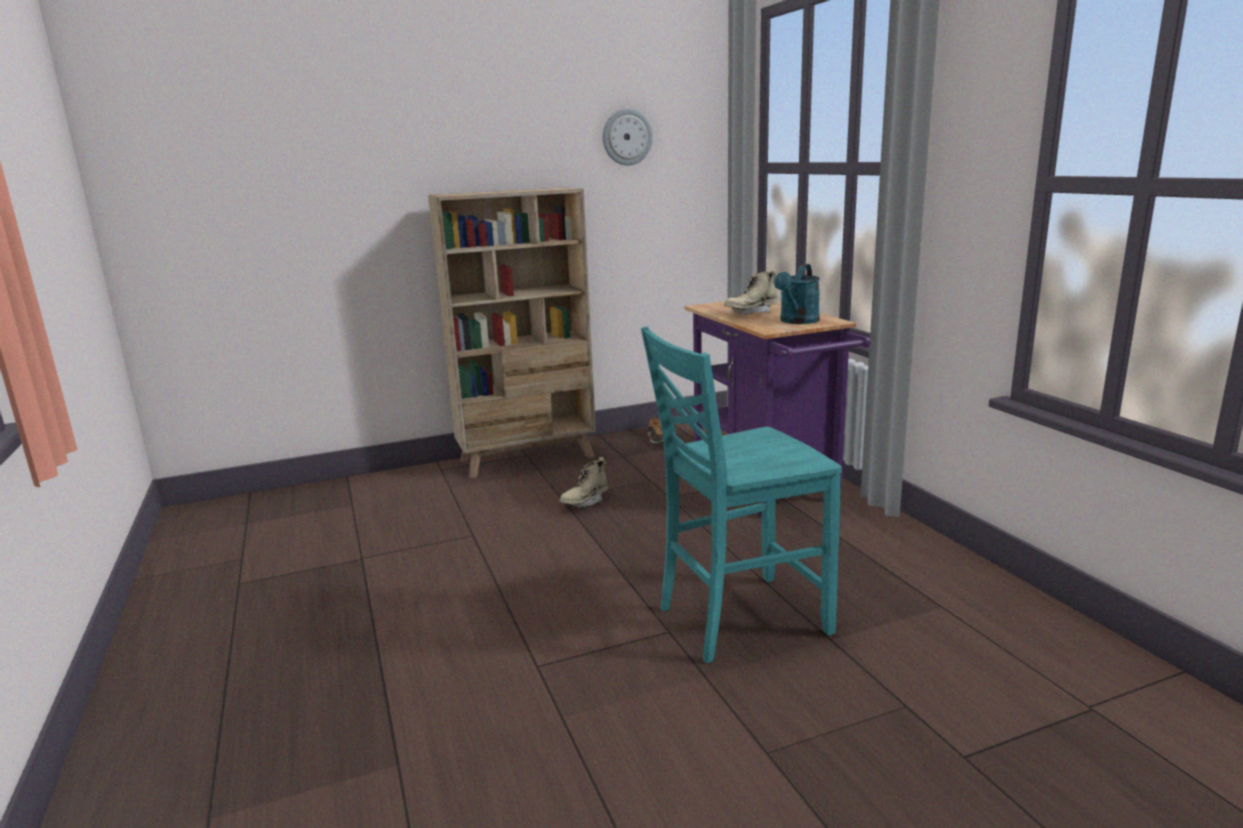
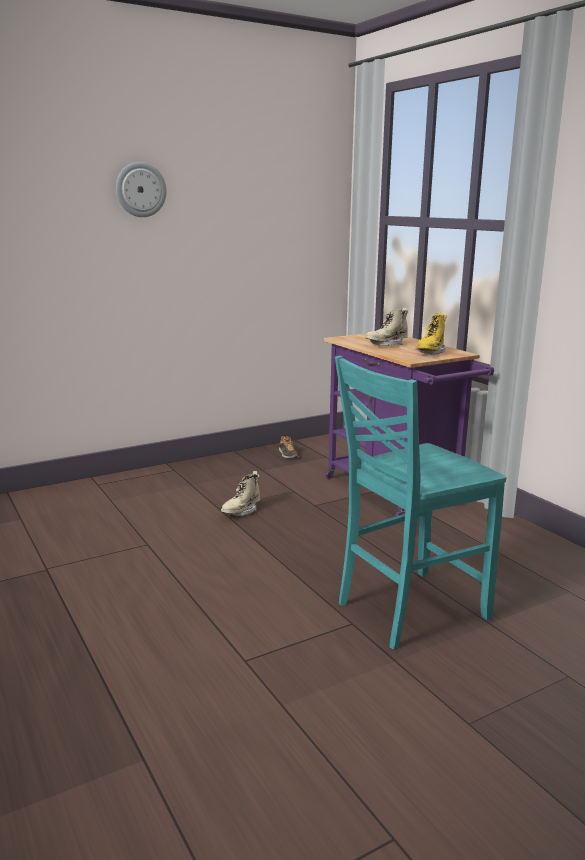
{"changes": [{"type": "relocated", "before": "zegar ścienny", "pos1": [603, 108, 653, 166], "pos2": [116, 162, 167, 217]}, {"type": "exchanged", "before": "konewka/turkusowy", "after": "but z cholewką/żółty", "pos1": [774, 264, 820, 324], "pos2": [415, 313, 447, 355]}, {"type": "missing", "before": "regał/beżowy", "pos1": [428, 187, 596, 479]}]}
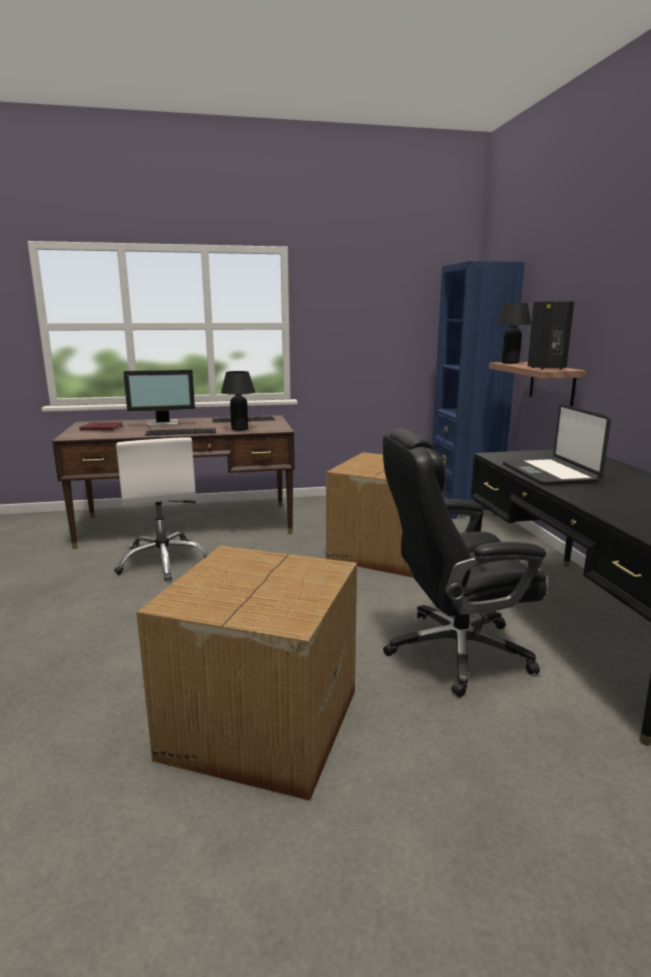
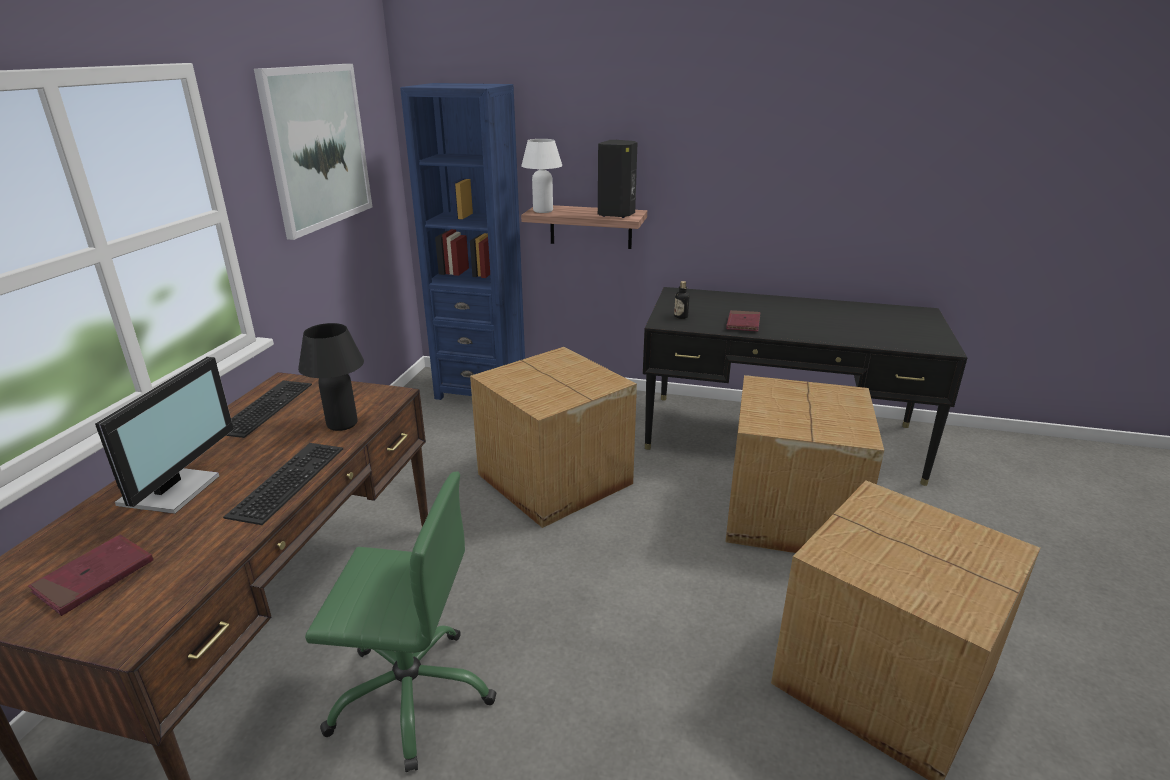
{"changes": [{"type": "appeared", "after": "obraz", "pos2": [254, 64, 372, 240]}, {"type": "colour", "before": "krzesło biurowe/biały", "after": "krzesło biurowe/zielony", "pos1": [114, 437, 209, 581], "pos2": [305, 471, 496, 772]}, {"type": "colour", "before": "lampa stołowa/czarny", "after": "lampa stołowa/biały", "pos1": [496, 303, 532, 364], "pos2": [521, 139, 562, 213]}, {"type": "appeared", "after": "butelka", "pos2": [674, 281, 690, 319]}, {"type": "exchanged", "before": "laptop", "after": "książka/czerwony", "pos1": [503, 404, 611, 485], "pos2": [726, 310, 761, 331]}, {"type": "exchanged", "before": "krzesło biurowe/czarny", "after": "karton", "pos1": [383, 428, 547, 697], "pos2": [726, 375, 884, 553]}]}
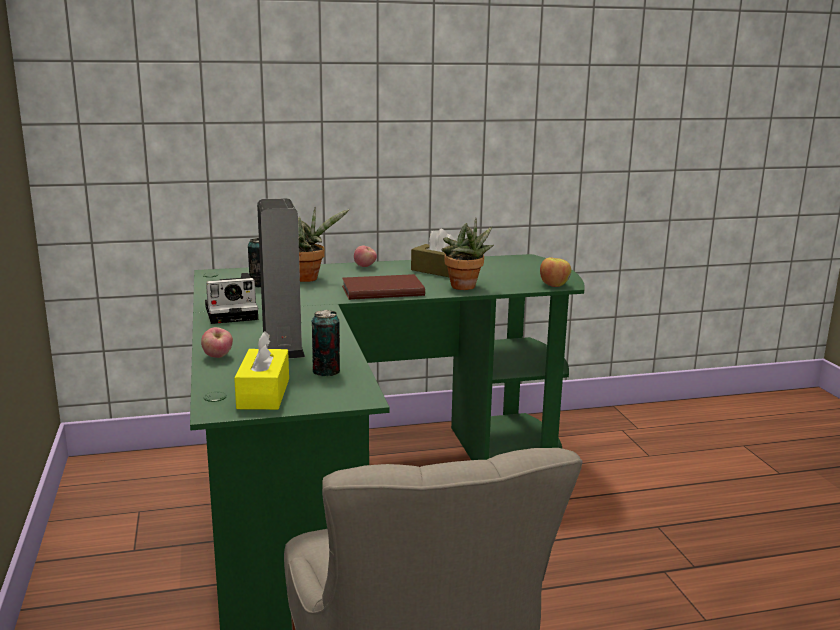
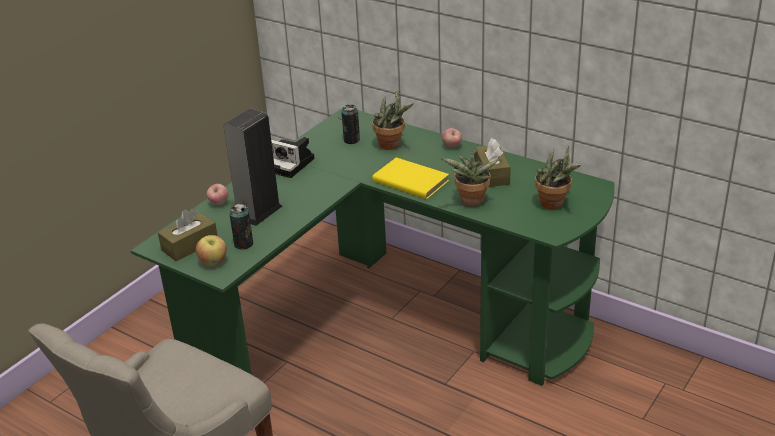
{"changes": [{"type": "colour", "before": "pudełko chusteczek/żółty", "after": "pudełko chusteczek/brązowy", "pos1": [234, 331, 289, 410], "pos2": [158, 209, 217, 261]}, {"type": "relocated", "before": "jabłko", "pos1": [540, 257, 571, 287], "pos2": [196, 235, 227, 266]}, {"type": "colour", "before": "książka/brązowy", "after": "książka/żółty", "pos1": [342, 274, 425, 300], "pos2": [372, 157, 449, 199]}, {"type": "appeared", "after": "roślina doniczkowa", "pos2": [535, 145, 581, 209]}]}
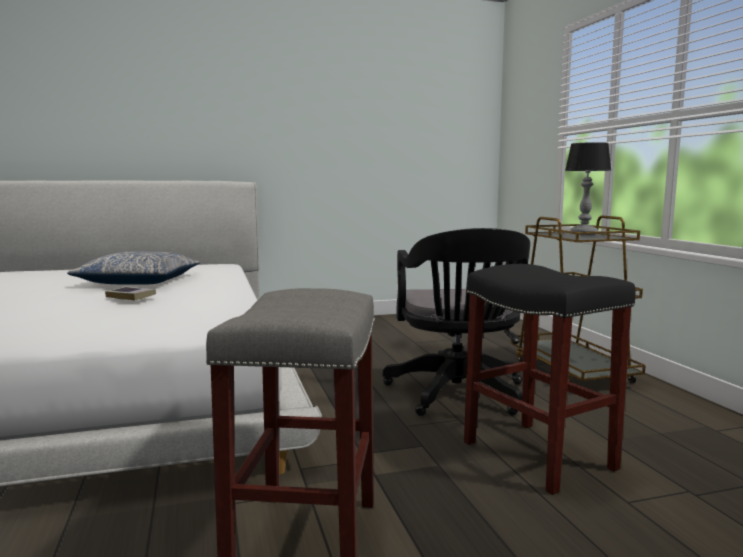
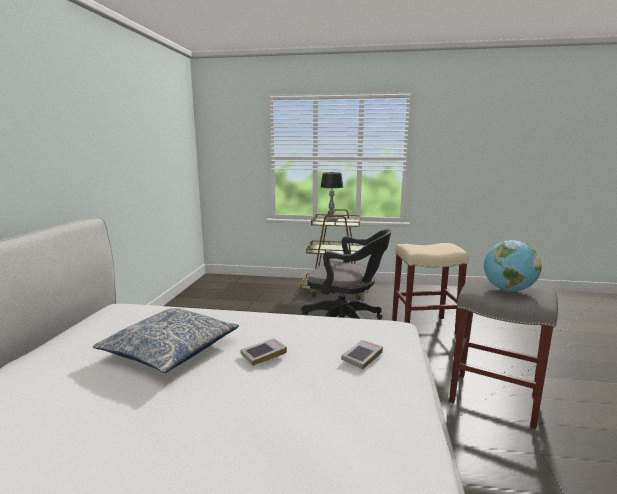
{"changes": [{"type": "appeared", "after": "książka", "pos2": [341, 340, 383, 370]}, {"type": "colour", "before": "stołek/czarny", "after": "stołek/beżowy", "pos1": [464, 264, 635, 495], "pos2": [392, 243, 469, 334]}, {"type": "appeared", "after": "globus", "pos2": [484, 240, 542, 291]}]}
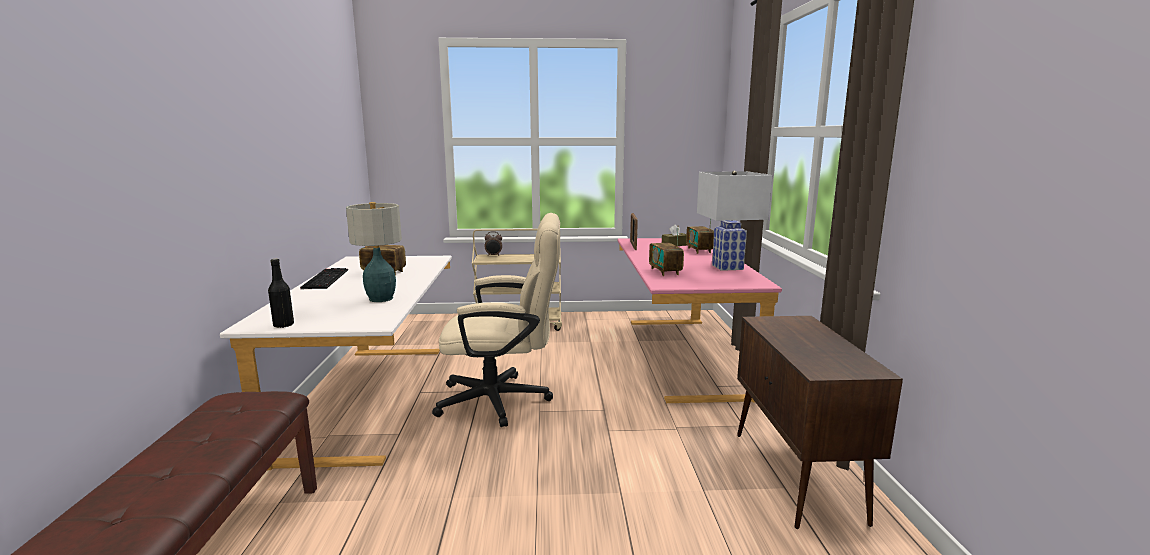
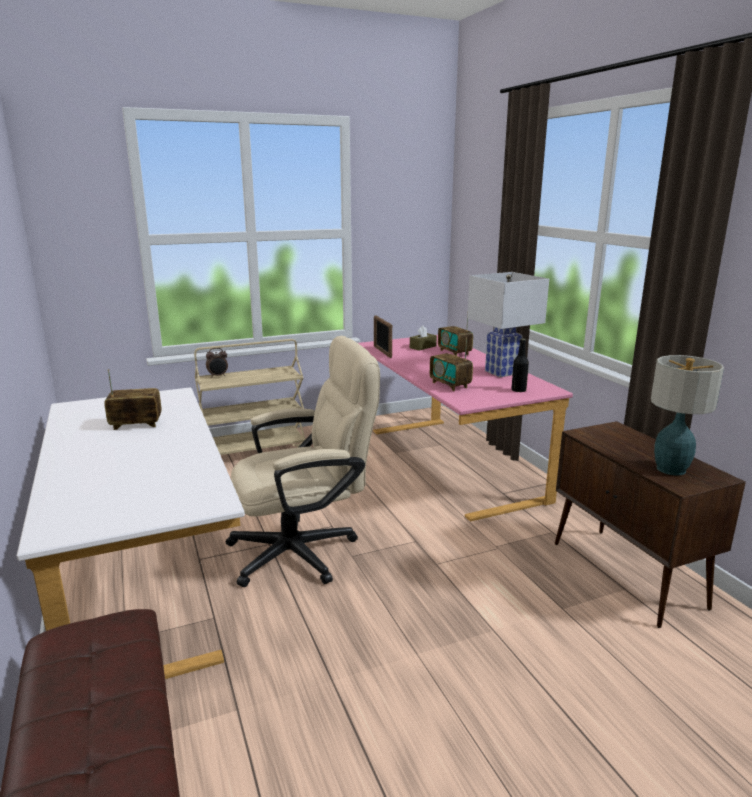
{"changes": [{"type": "relocated", "before": "butelka/czarny", "pos1": [268, 259, 294, 328], "pos2": [511, 338, 529, 393]}, {"type": "relocated", "before": "lampa stołowa", "pos1": [346, 202, 402, 302], "pos2": [651, 355, 724, 476]}, {"type": "missing", "before": "klawiatura", "pos1": [300, 268, 348, 289]}]}
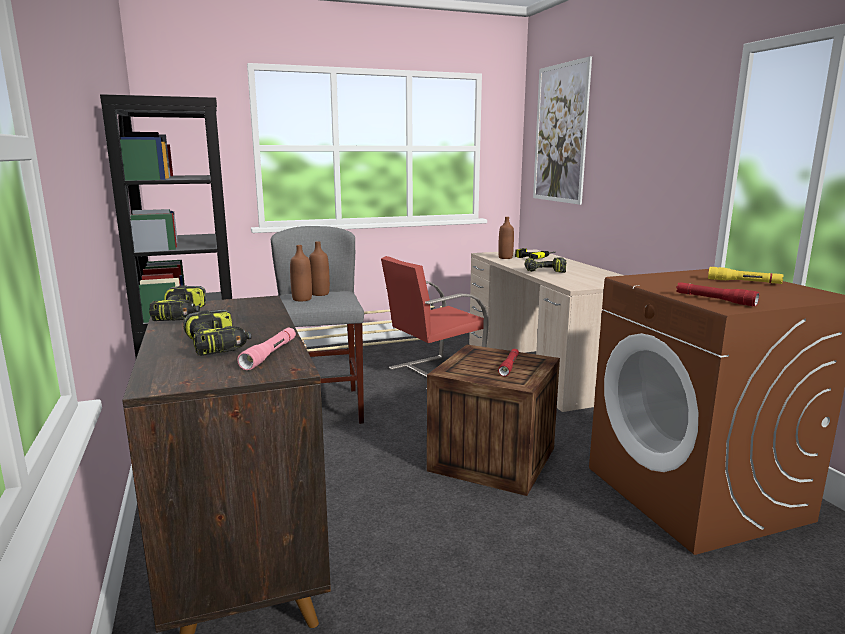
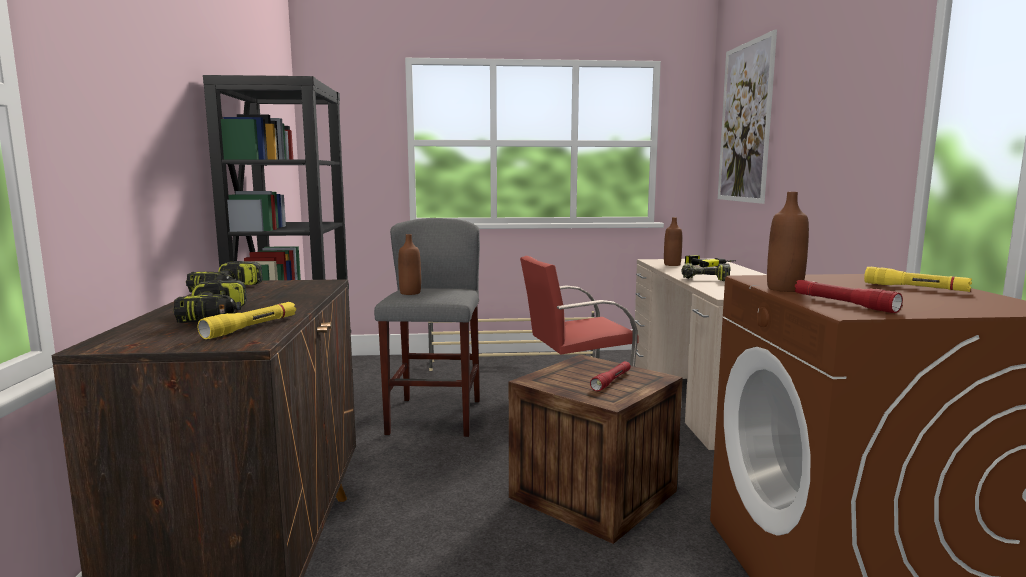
{"changes": [{"type": "colour", "before": "latarka/różowy", "after": "latarka/żółty", "pos1": [237, 328, 296, 370], "pos2": [198, 302, 296, 339]}, {"type": "relocated", "before": "butelka/brązowy", "pos1": [309, 241, 330, 296], "pos2": [767, 192, 809, 292]}]}
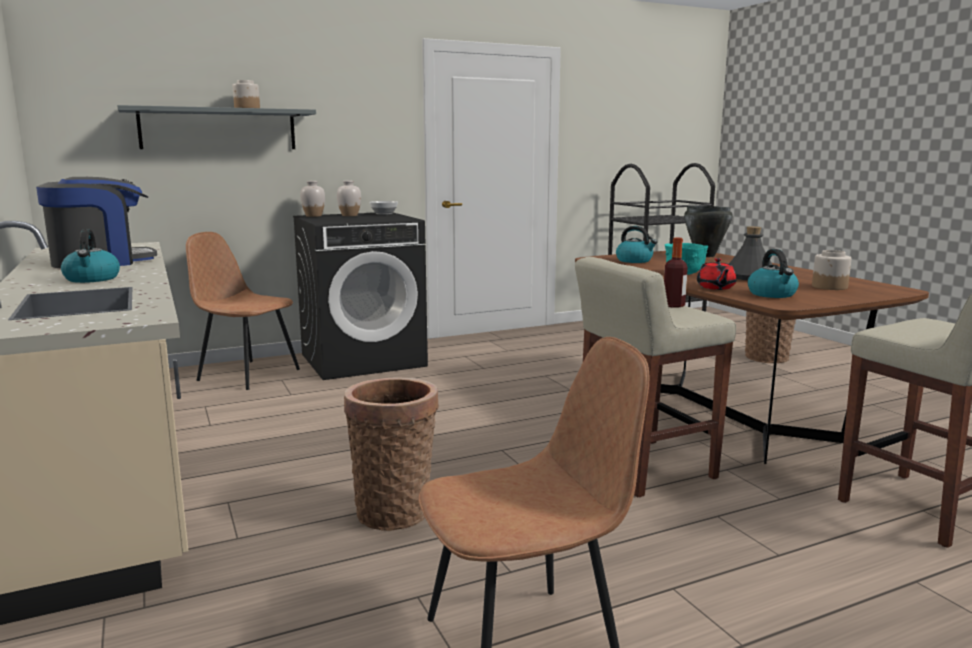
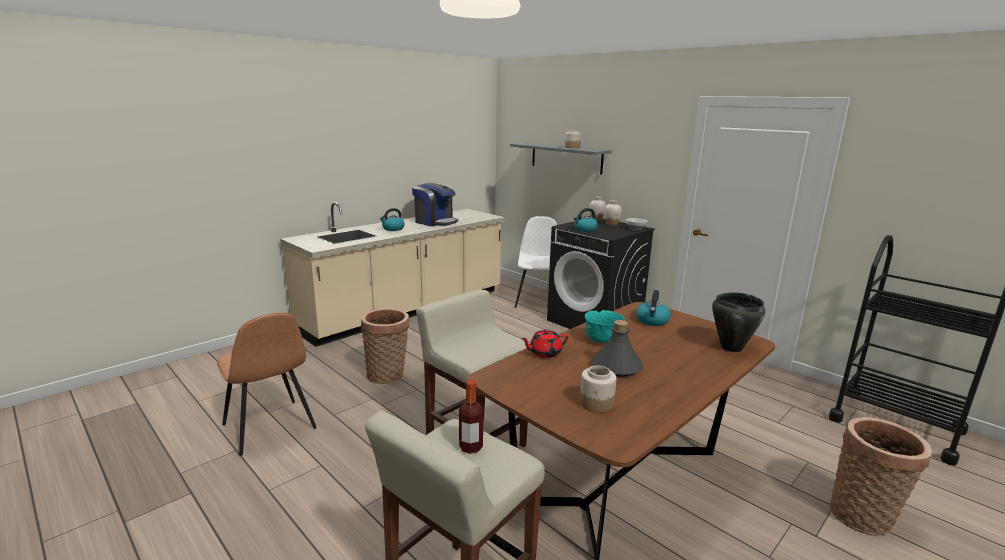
{"changes": [{"type": "relocated", "before": "butelka", "pos1": [664, 237, 688, 308], "pos2": [459, 380, 483, 454]}, {"type": "colour", "before": "krzesło/brązowy", "after": "krzesło/biały", "pos1": [186, 232, 300, 390], "pos2": [514, 216, 557, 308]}, {"type": "relocated", "before": "czajnik", "pos1": [748, 249, 799, 298], "pos2": [574, 208, 598, 232]}]}
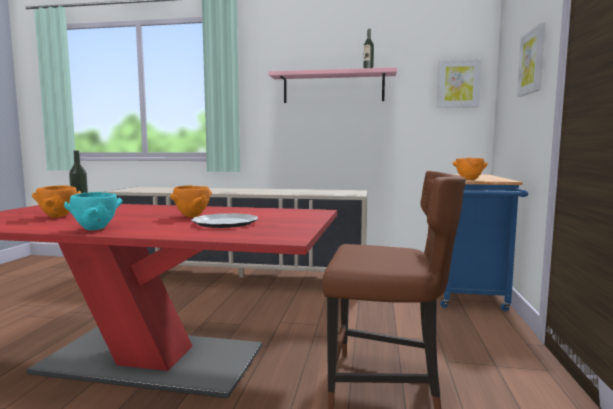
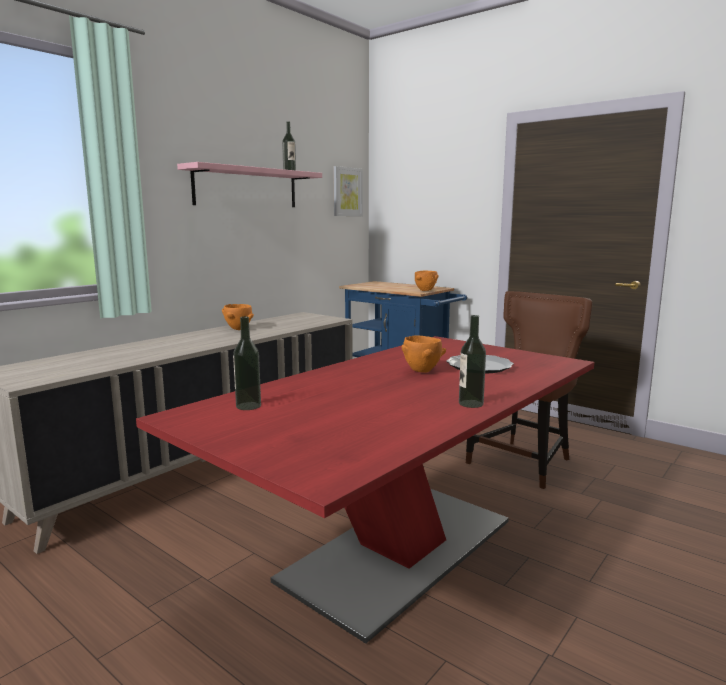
{"changes": [{"type": "relocated", "before": "miska/pomarańczowy", "pos1": [32, 185, 81, 218], "pos2": [222, 304, 254, 330]}, {"type": "exchanged", "before": "miska/turkusowy", "after": "butelka", "pos1": [64, 192, 122, 230], "pos2": [459, 315, 486, 408]}, {"type": "missing", "before": "obraz", "pos1": [517, 23, 545, 97]}]}
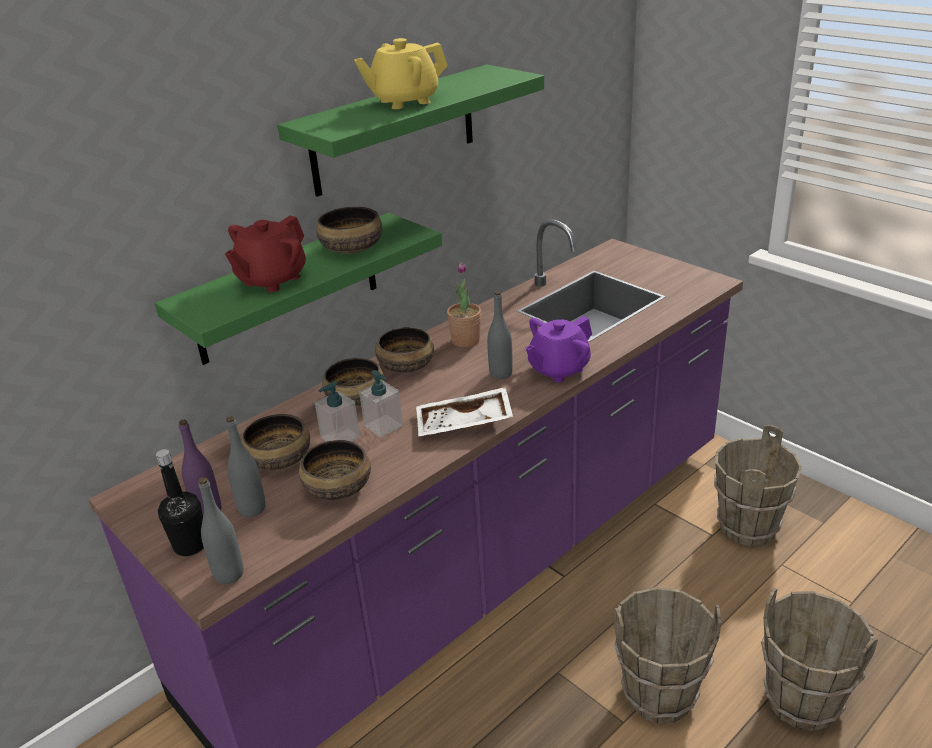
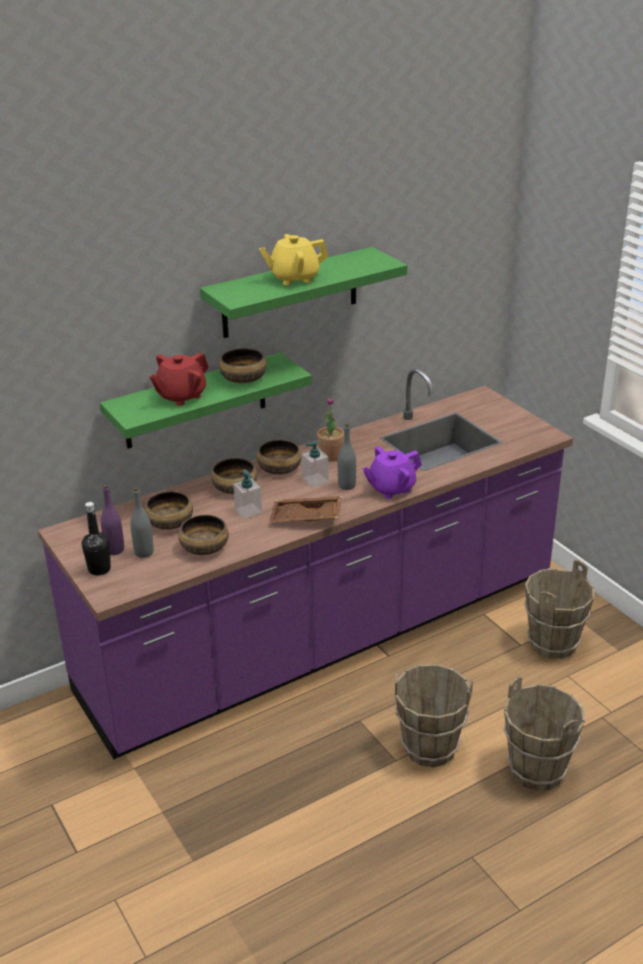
{"changes": [{"type": "colour", "before": "taca/biały", "after": "taca/brązowy", "pos1": [416, 387, 513, 437], "pos2": [269, 496, 342, 522]}, {"type": "relocated", "before": "dozownik mydła", "pos1": [315, 381, 360, 442], "pos2": [301, 440, 329, 487]}, {"type": "missing", "before": "butelka/szary", "pos1": [198, 477, 244, 584]}]}
